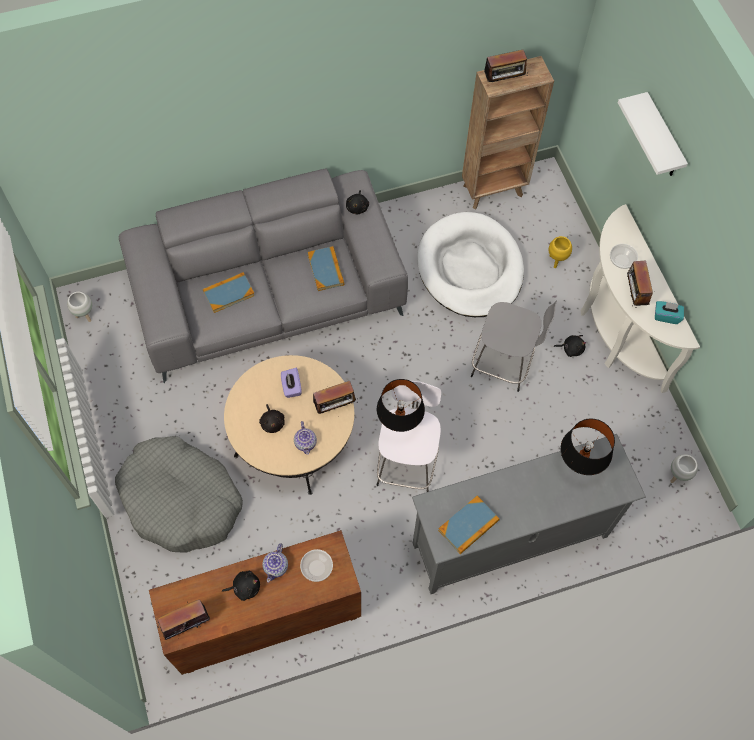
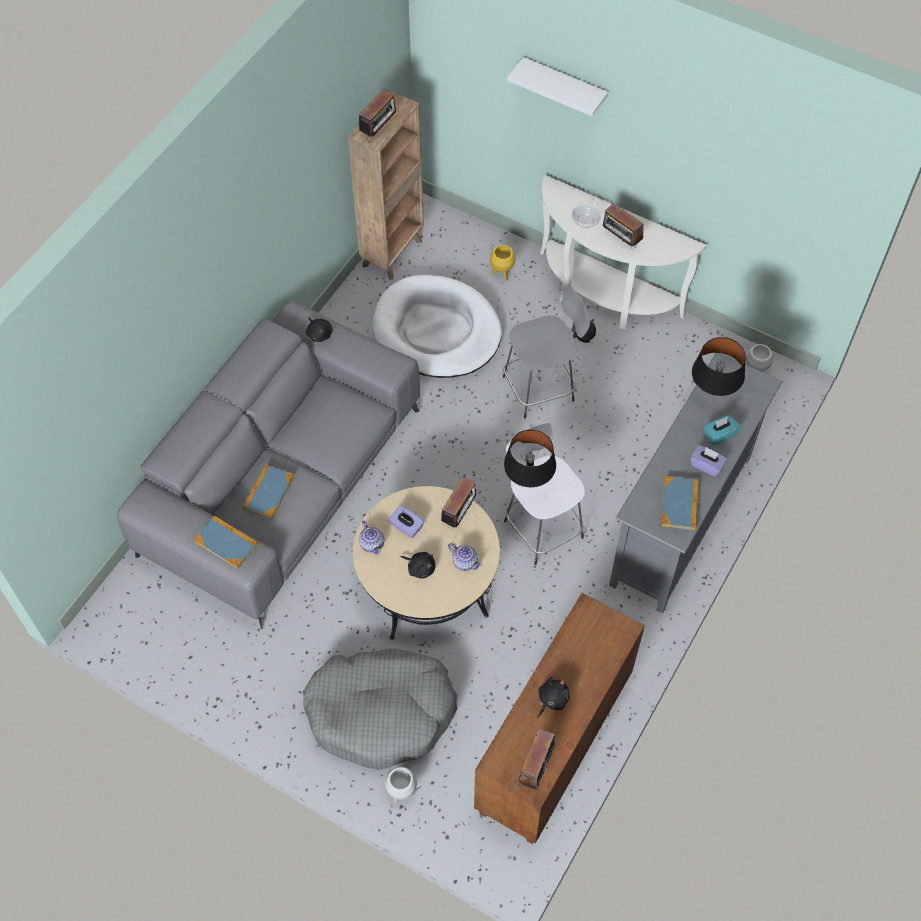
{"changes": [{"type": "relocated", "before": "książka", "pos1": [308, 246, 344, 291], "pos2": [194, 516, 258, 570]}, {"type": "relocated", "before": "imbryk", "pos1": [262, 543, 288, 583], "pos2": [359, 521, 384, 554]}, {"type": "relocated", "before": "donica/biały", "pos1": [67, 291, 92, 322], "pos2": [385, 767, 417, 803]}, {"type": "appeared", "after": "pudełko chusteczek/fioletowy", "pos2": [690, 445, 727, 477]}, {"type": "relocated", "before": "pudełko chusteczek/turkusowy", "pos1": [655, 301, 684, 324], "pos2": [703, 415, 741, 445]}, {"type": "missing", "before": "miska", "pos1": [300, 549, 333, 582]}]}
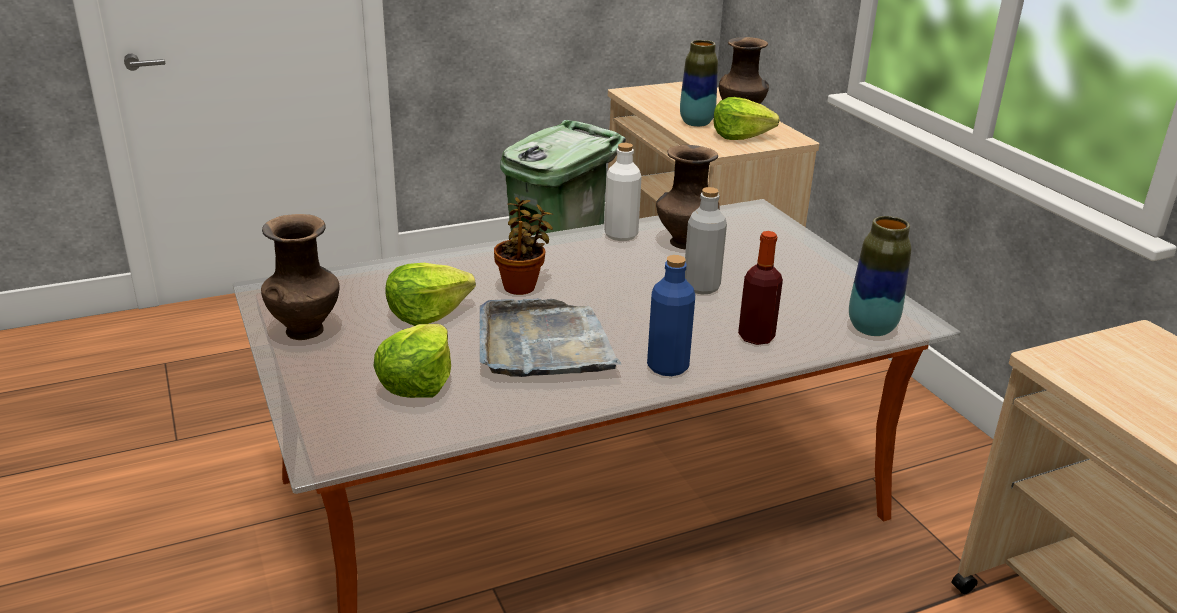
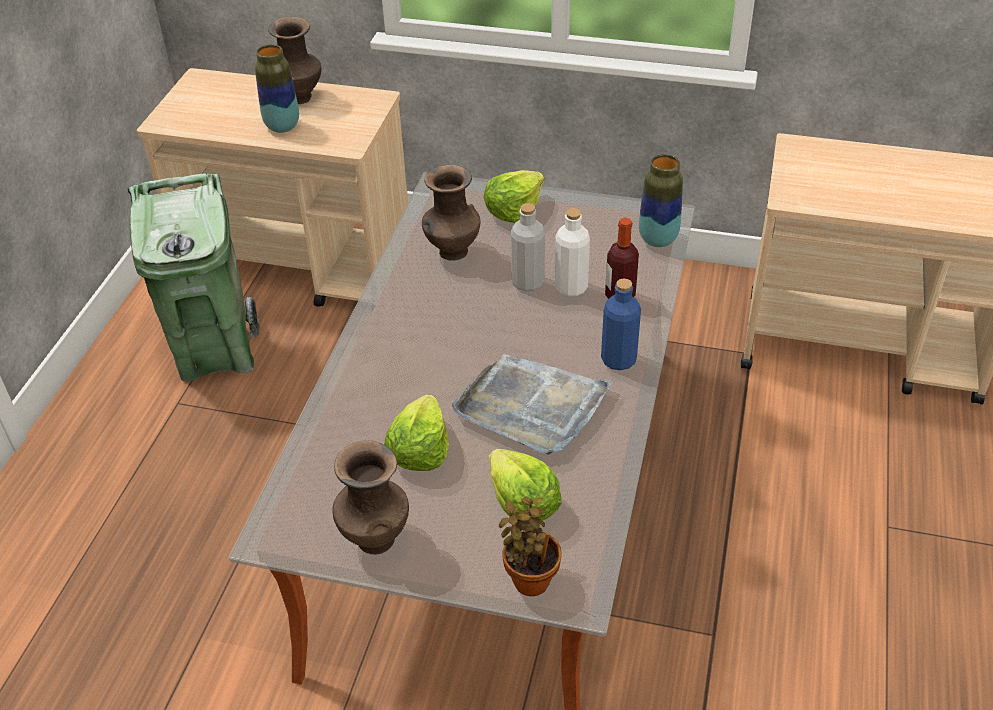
{"changes": [{"type": "relocated", "before": "sałata", "pos1": [713, 97, 780, 140], "pos2": [483, 170, 544, 223]}, {"type": "relocated", "before": "roślina doniczkowa", "pos1": [494, 197, 553, 295], "pos2": [499, 497, 561, 596]}, {"type": "relocated", "before": "butelka/biały", "pos1": [604, 143, 642, 241], "pos2": [555, 208, 590, 297]}]}
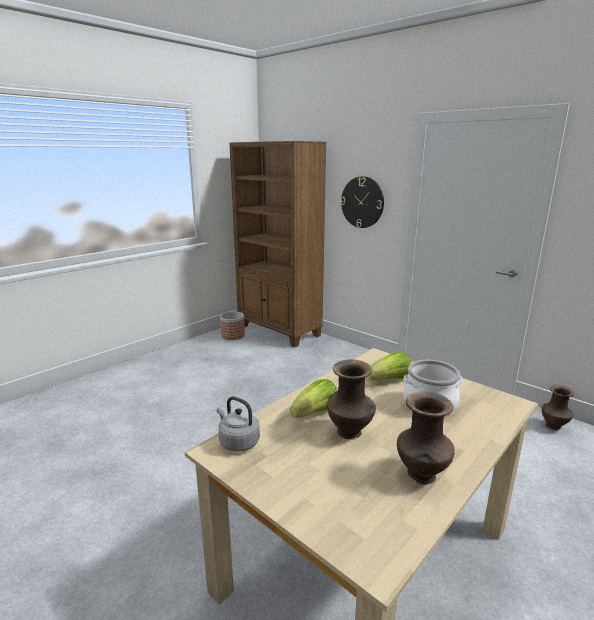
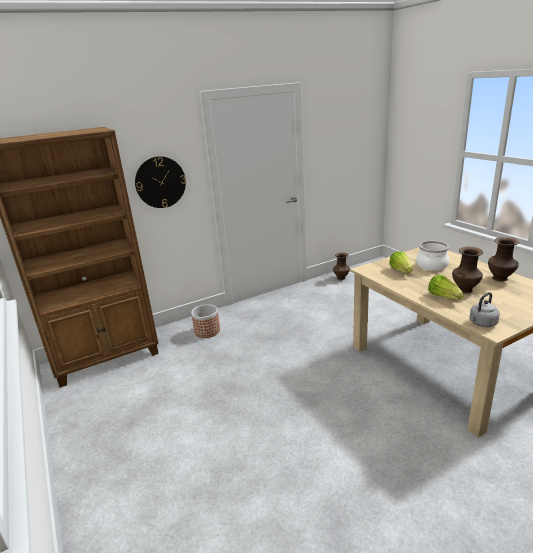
{"changes": [{"type": "relocated", "before": "donica", "pos1": [220, 311, 245, 340], "pos2": [191, 304, 220, 338]}]}
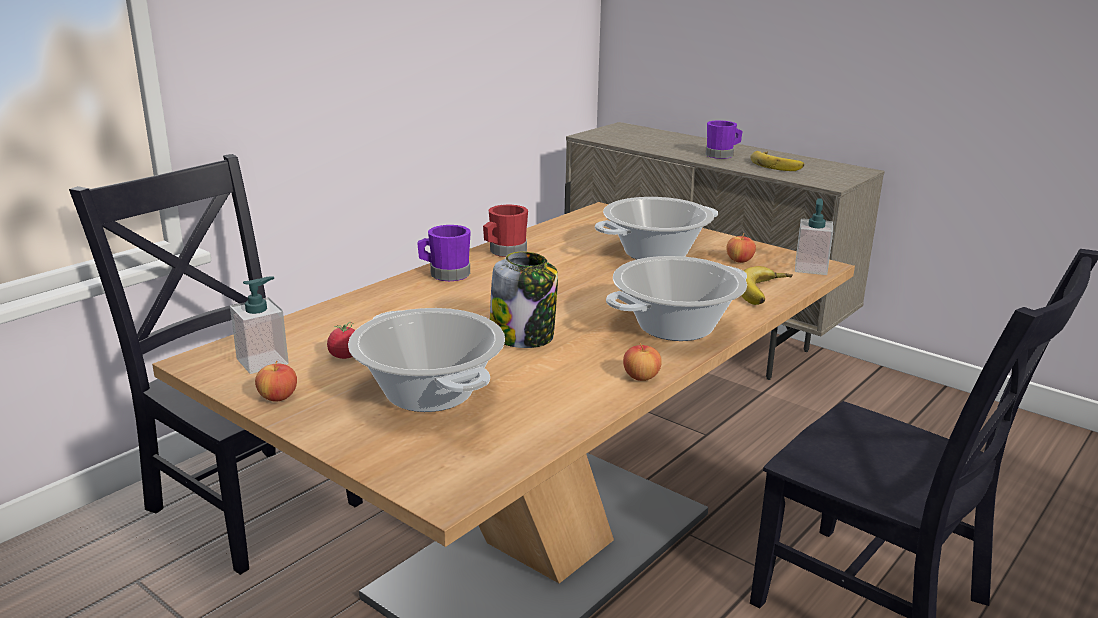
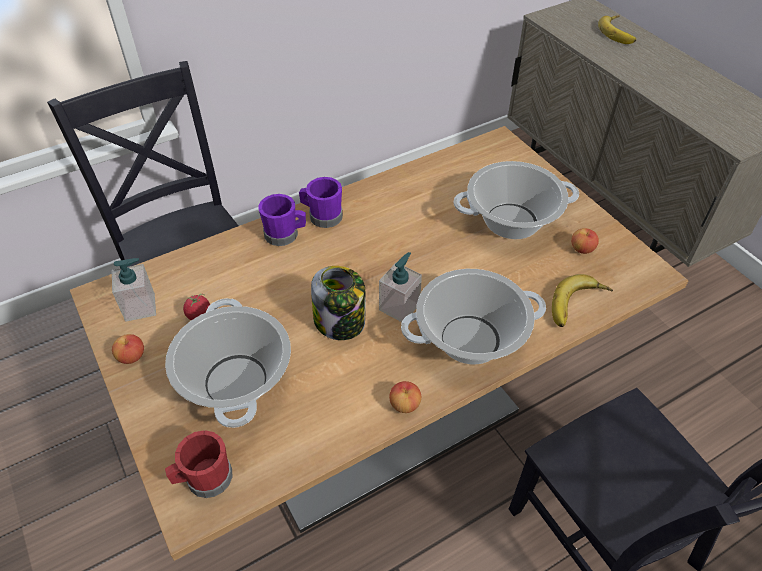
{"changes": [{"type": "relocated", "before": "kubek/czerwony", "pos1": [483, 204, 528, 257], "pos2": [165, 430, 233, 498]}, {"type": "relocated", "before": "kubek/fioletowy", "pos1": [705, 121, 743, 159], "pos2": [259, 194, 306, 246]}, {"type": "relocated", "before": "dozownik mydła", "pos1": [795, 198, 833, 275], "pos2": [379, 252, 422, 322]}, {"type": "relocated", "before": "banan", "pos1": [750, 151, 804, 171], "pos2": [598, 15, 636, 44]}]}
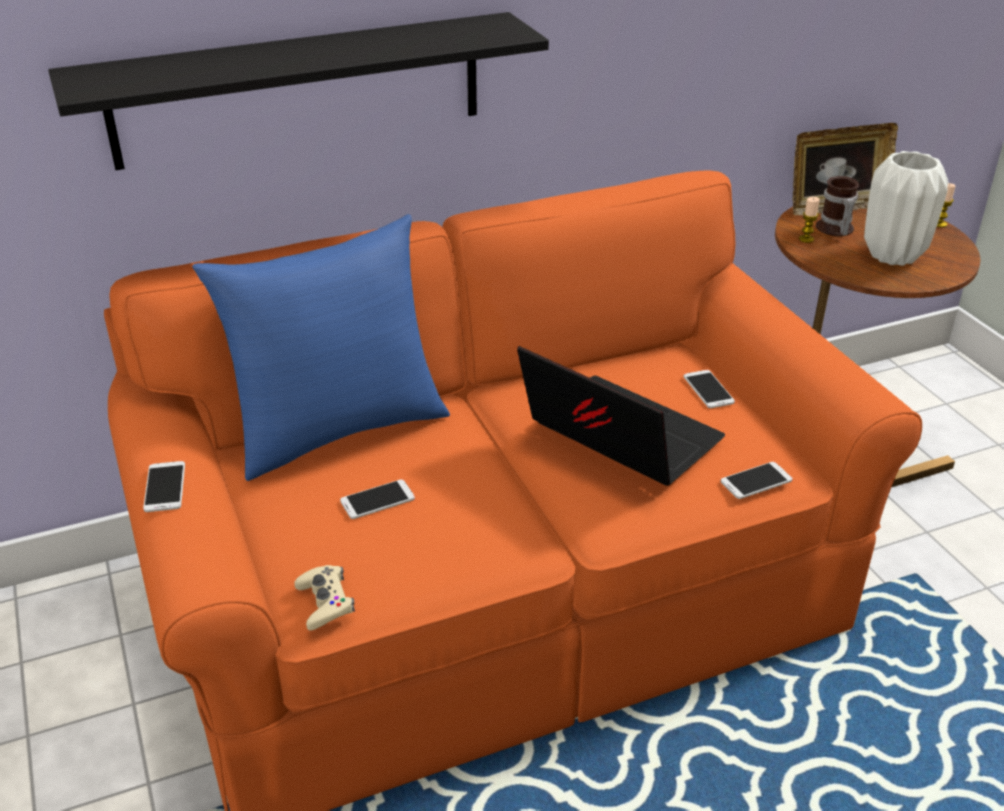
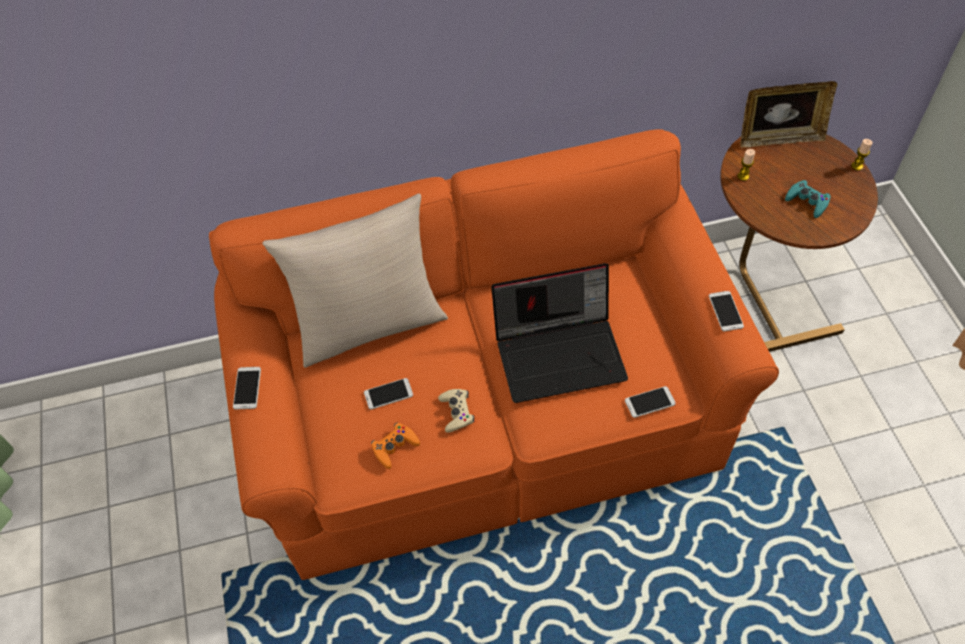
{"changes": [{"type": "colour", "before": "poduszka/niebieski", "after": "poduszka/beżowy", "pos1": [192, 214, 450, 481], "pos2": [262, 193, 448, 368]}, {"type": "appeared", "after": "pad do gier/pomarańczowy", "pos2": [371, 423, 420, 469]}, {"type": "relocated", "before": "pad do gier/beżowy", "pos1": [294, 565, 355, 631], "pos2": [438, 389, 474, 433]}, {"type": "spun", "before": "laptop", "pos1": [517, 346, 725, 486], "pos2": [491, 263, 628, 403], "turn": 120}, {"type": "relocated", "before": "telefon", "pos1": [683, 370, 735, 408], "pos2": [709, 291, 744, 332]}, {"type": "exchanged", "before": "wazon/biały", "after": "pad do gier/turkusowy", "pos1": [864, 151, 948, 266], "pos2": [785, 180, 831, 218]}, {"type": "missing", "before": "półka/czarny", "pos1": [48, 12, 549, 170]}, {"type": "missing", "before": "kubek", "pos1": [816, 176, 859, 236]}]}
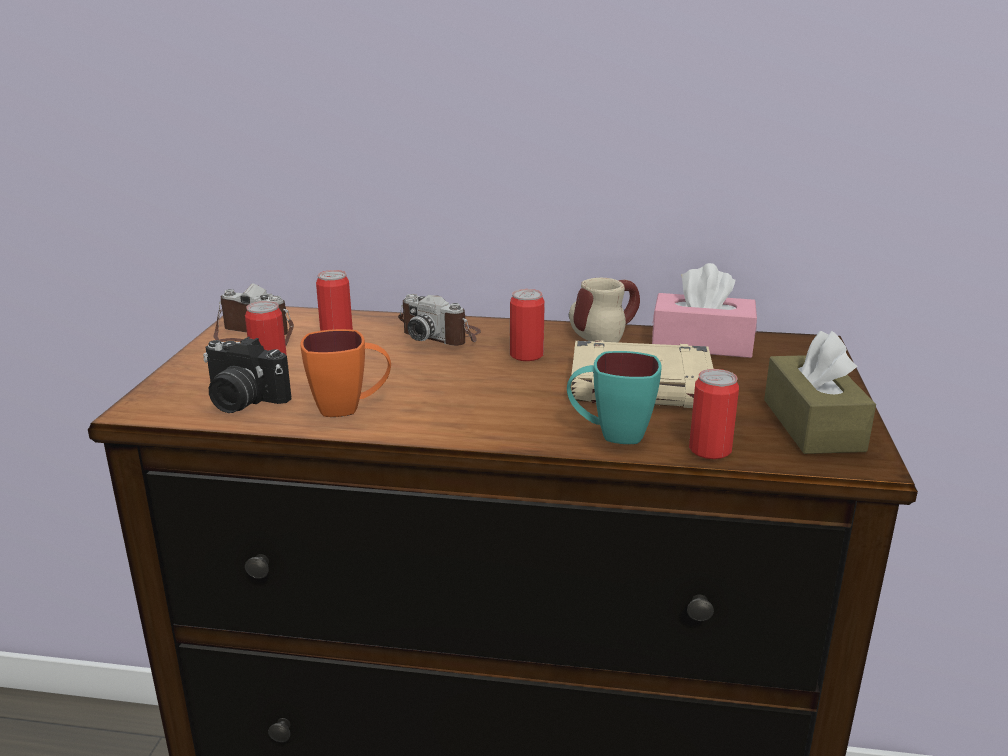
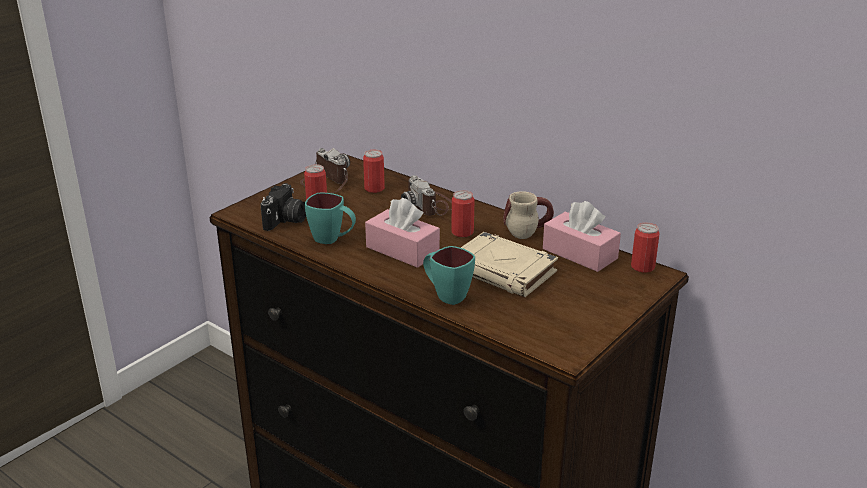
{"changes": [{"type": "spun", "before": "aparat fotograficzny", "pos1": [203, 337, 292, 413], "pos2": [260, 183, 306, 231], "turn": -120}, {"type": "colour", "before": "kubek/pomarańczowy", "after": "kubek/turkusowy", "pos1": [300, 329, 391, 417], "pos2": [305, 193, 356, 244]}, {"type": "appeared", "after": "pudełko chusteczek/różowy", "pos2": [365, 198, 440, 268]}, {"type": "relocated", "before": "puszka", "pos1": [689, 369, 739, 459], "pos2": [631, 223, 660, 273]}, {"type": "missing", "before": "pudełko chusteczek/brązowy", "pos1": [764, 331, 876, 454]}]}
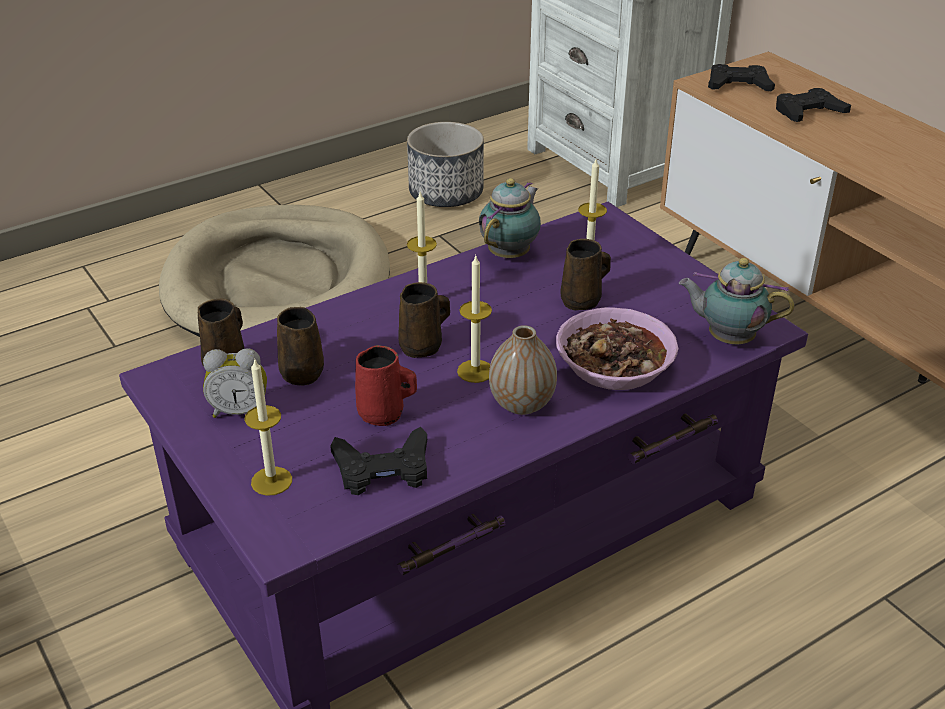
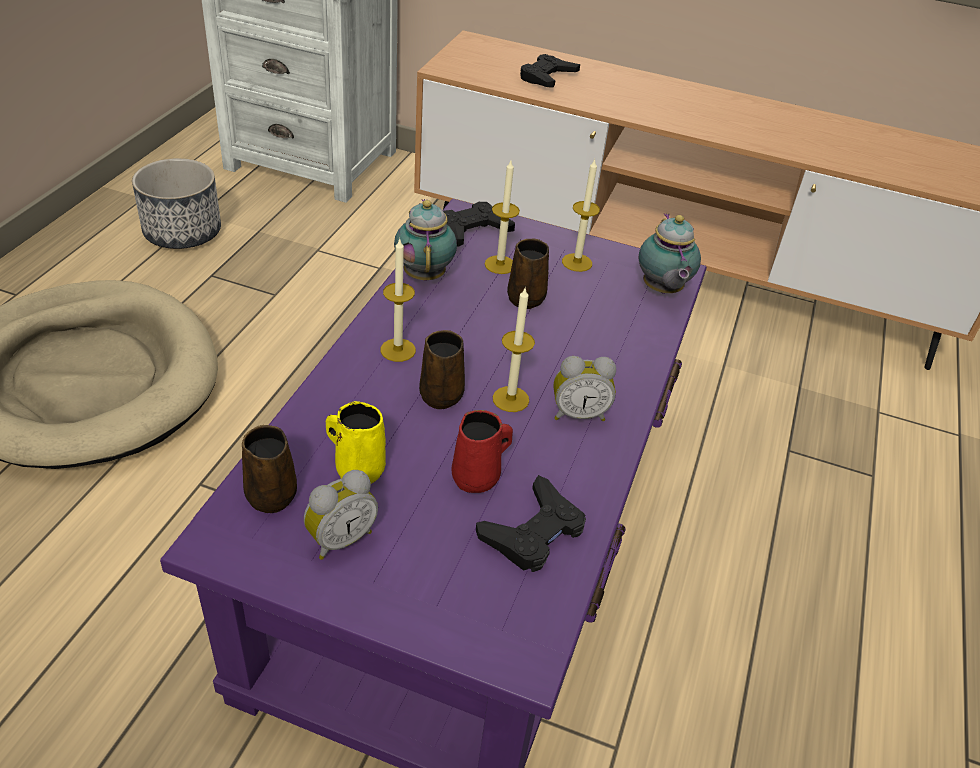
{"changes": [{"type": "colour", "before": "kubek/brązowy", "after": "kubek/żółty", "pos1": [277, 307, 324, 385], "pos2": [326, 401, 386, 483]}, {"type": "relocated", "before": "pad do gier/czarny", "pos1": [708, 64, 775, 91], "pos2": [443, 202, 515, 247]}, {"type": "exchanged", "before": "wazon", "after": "budzik", "pos1": [489, 325, 557, 415], "pos2": [554, 356, 616, 421]}, {"type": "relocated", "before": "świeca", "pos1": [245, 358, 292, 496], "pos2": [562, 159, 600, 272]}, {"type": "spun", "before": "imbryk", "pos1": [679, 258, 795, 344], "pos2": [639, 213, 701, 294], "turn": -75}, {"type": "missing", "before": "miska", "pos1": [556, 307, 679, 390]}]}
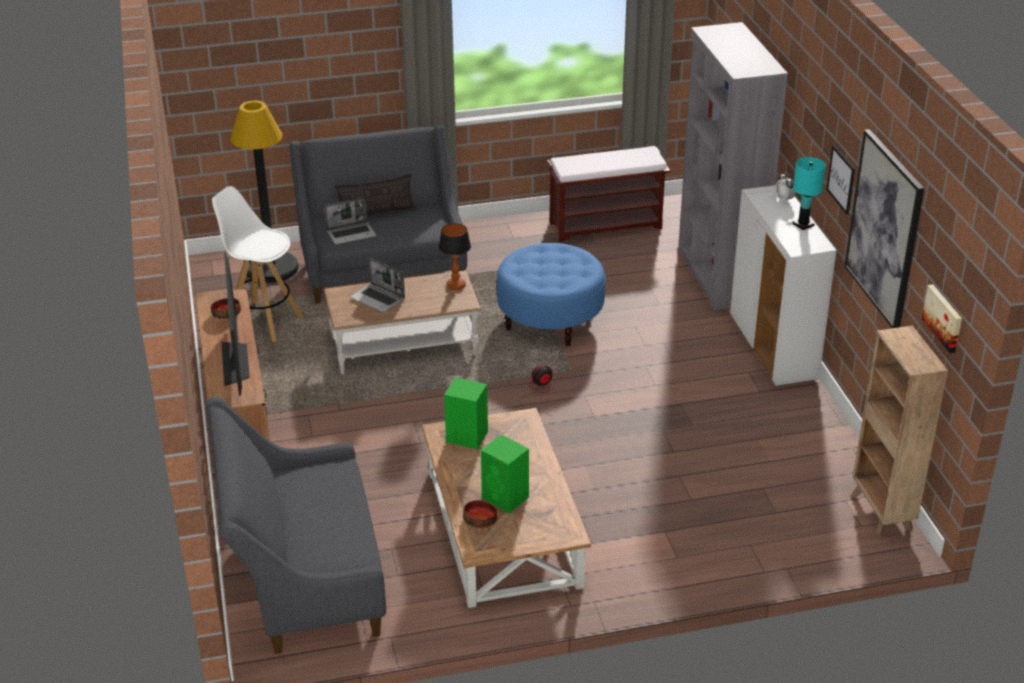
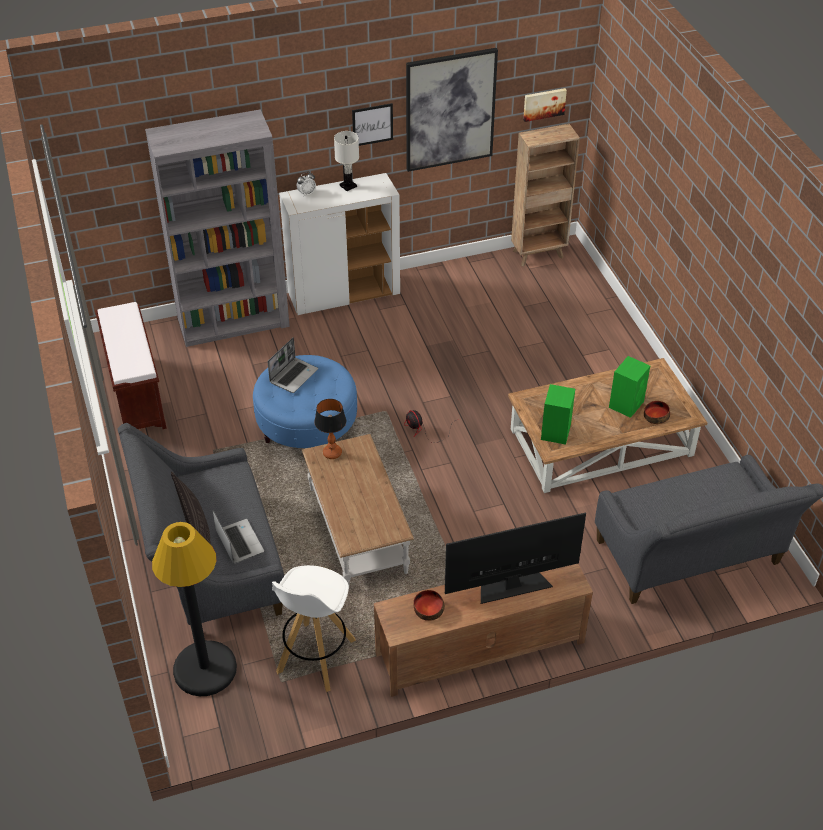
{"changes": [{"type": "relocated", "before": "laptop", "pos1": [350, 258, 405, 313], "pos2": [268, 337, 318, 393]}, {"type": "colour", "before": "lampa stołowa/turkusowy", "after": "lampa stołowa/biały", "pos1": [793, 157, 826, 230], "pos2": [334, 131, 359, 191]}]}
